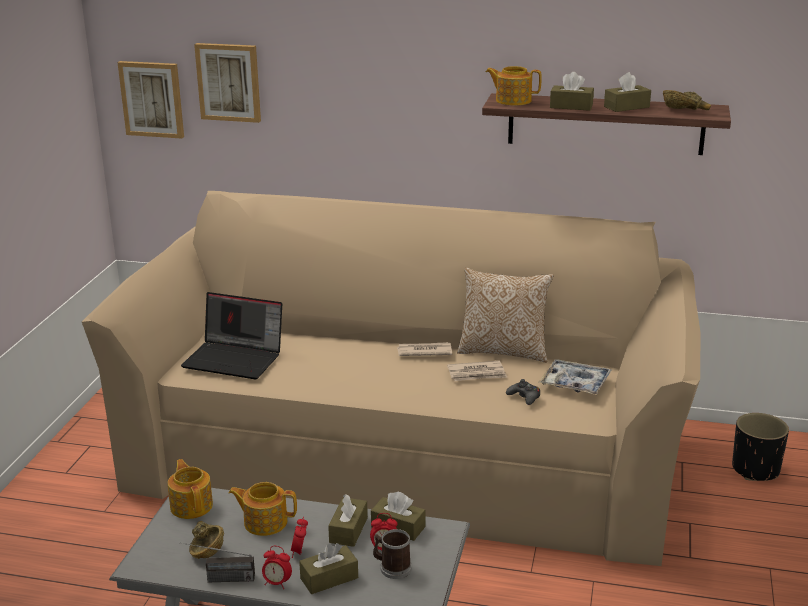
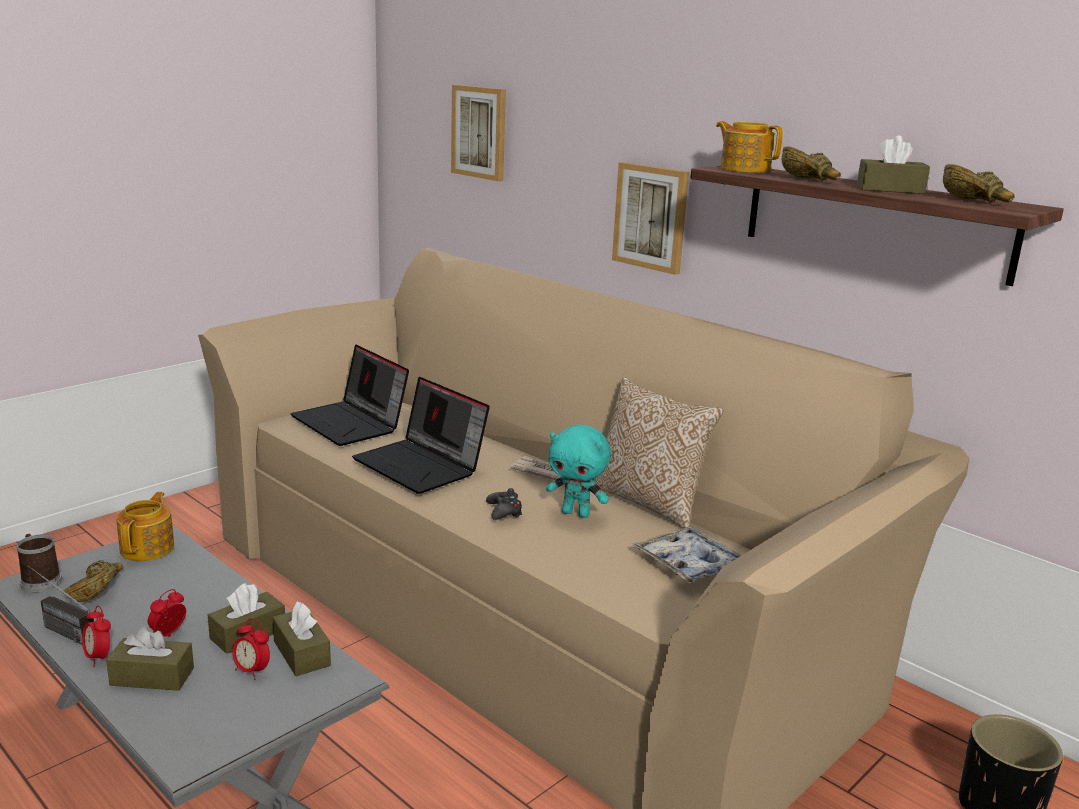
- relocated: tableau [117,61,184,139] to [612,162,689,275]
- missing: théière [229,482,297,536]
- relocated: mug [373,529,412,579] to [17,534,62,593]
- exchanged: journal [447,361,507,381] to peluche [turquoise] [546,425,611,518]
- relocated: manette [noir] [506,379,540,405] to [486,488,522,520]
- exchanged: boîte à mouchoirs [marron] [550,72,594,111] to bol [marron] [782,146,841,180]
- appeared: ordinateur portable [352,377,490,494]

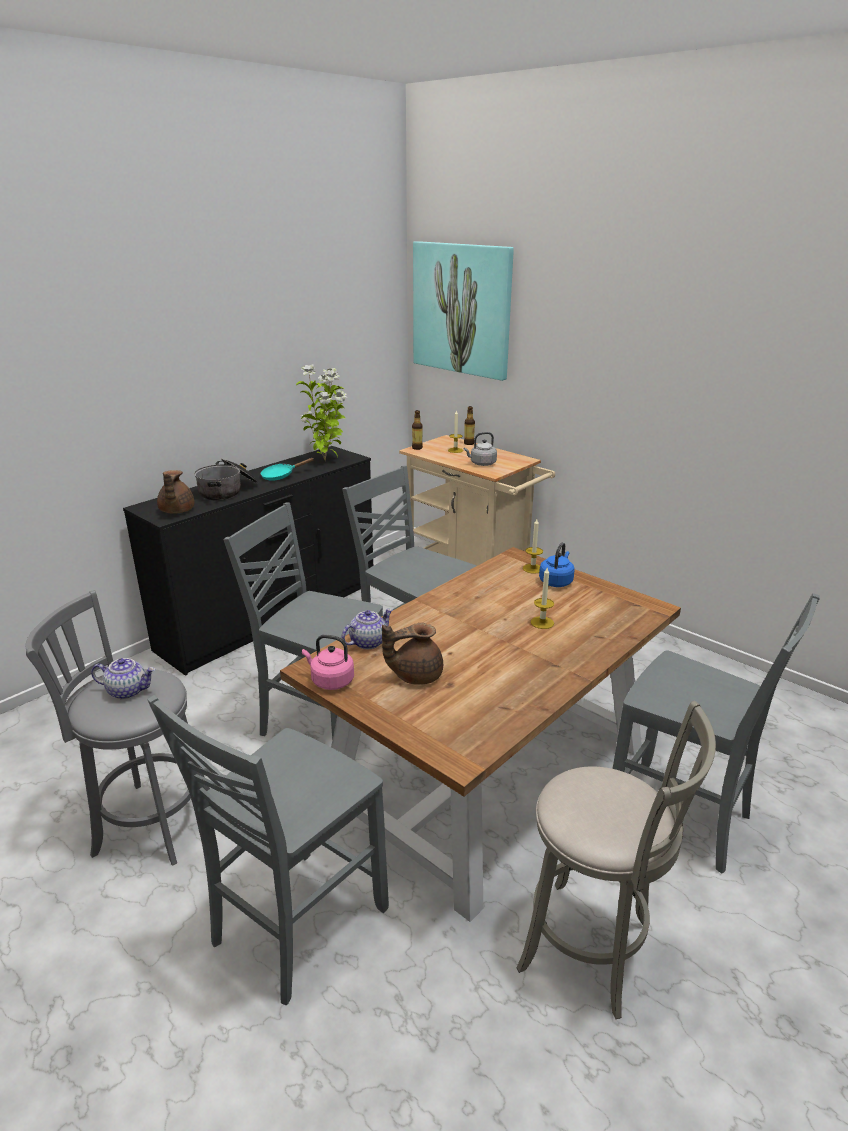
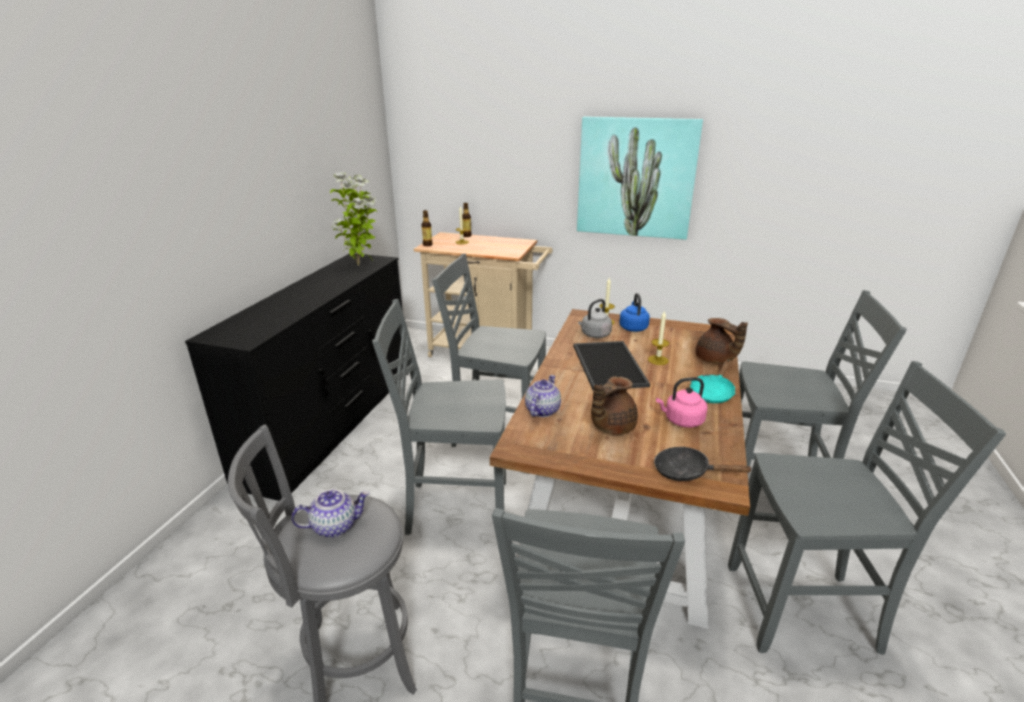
- relocated: théière [marron] [157,470,195,514] to [695,318,748,364]
- missing: marmite [194,459,258,500]
- relocated: poêle [turquoise] [260,458,313,481] to [690,360,735,403]
- relocated: bouilloire [rose] [302,634,354,690] to [656,377,708,428]
- relocated: tableau [413,241,514,381] to [577,117,703,240]
- relocated: bouilloire [gris] [464,432,497,466] to [578,299,612,338]
- exchanged: tabouret [gris] [517,701,716,1019] to chaise [gris] [728,361,1006,655]
- appeared: plateau [573,341,650,390]
- appeared: poêle [noir] [654,446,753,481]

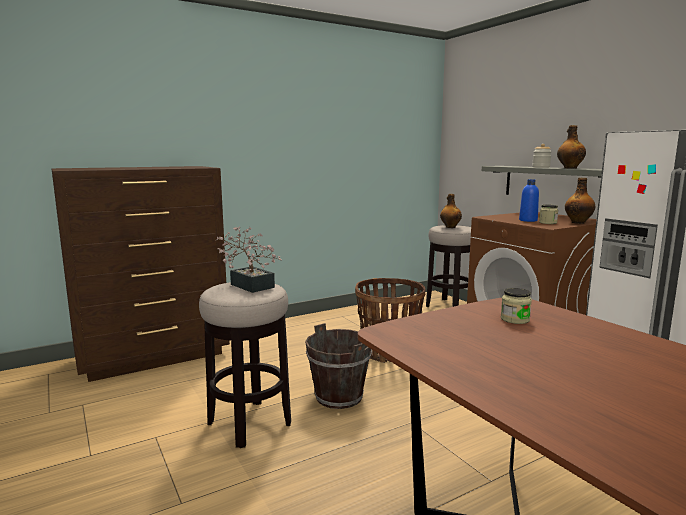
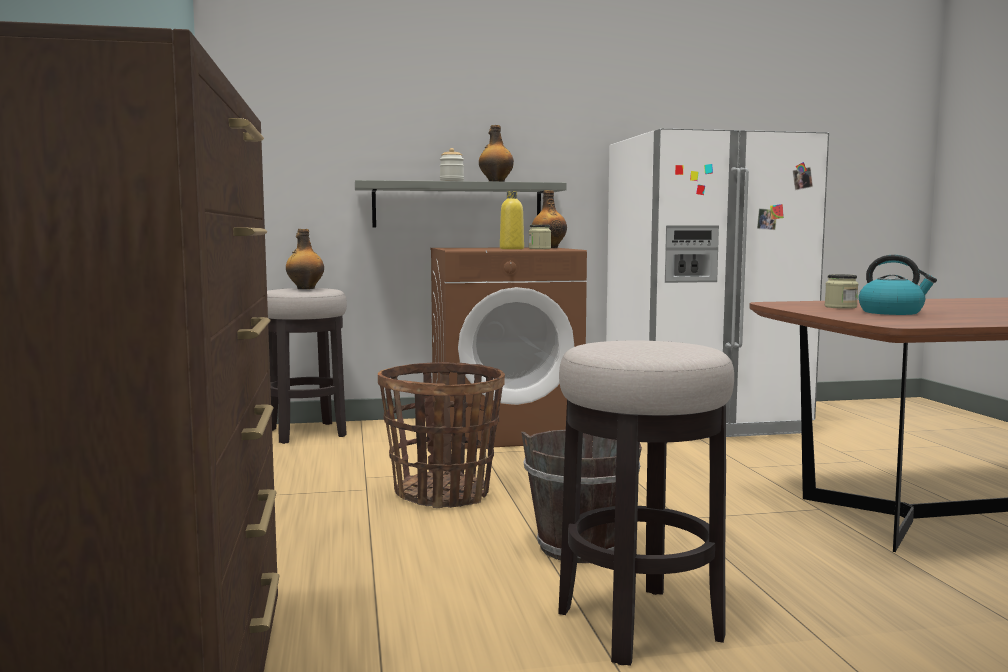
- missing: plante en pot [216,226,282,293]
- colour: bouteille [bleu] [519,179,539,222] to bouteille [jaune] [500,191,524,249]
- appeared: bouilloire [859,255,937,315]

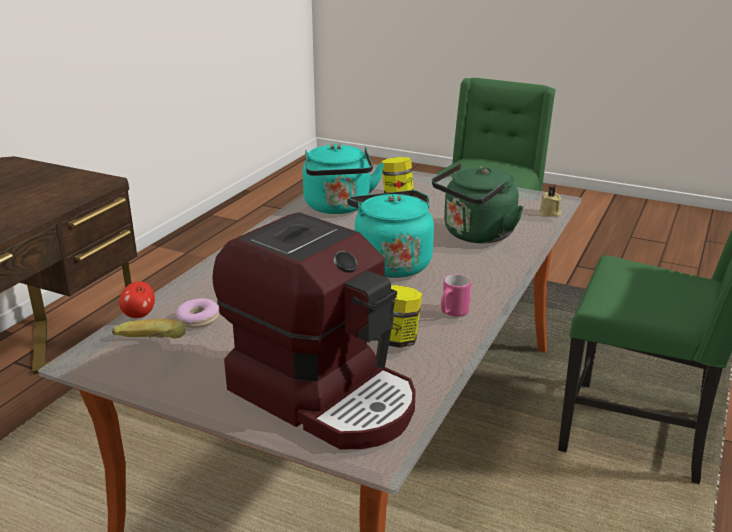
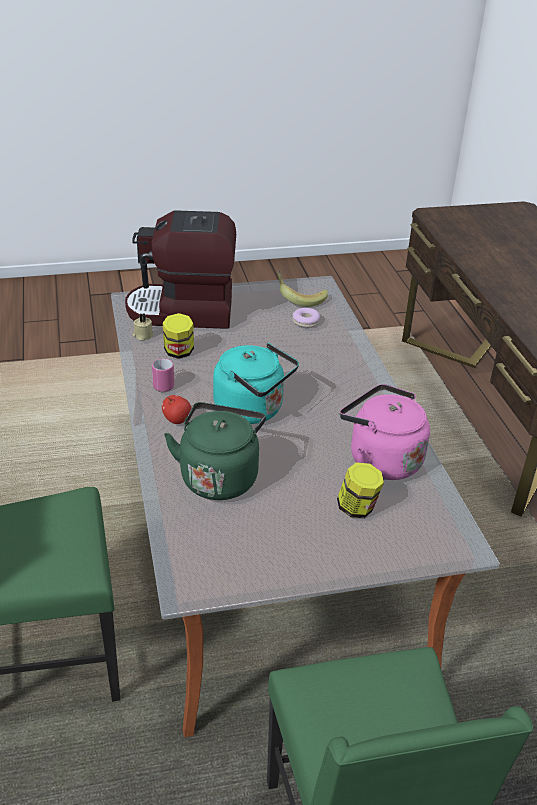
- relocated: pomme [119,281,155,318] to [162,395,192,424]
- colour: bouilloire [turquoise] [303,143,384,214] to bouilloire [rose] [340,384,430,480]
- relocated: bougie [beige] [539,186,561,217] to [132,313,153,340]

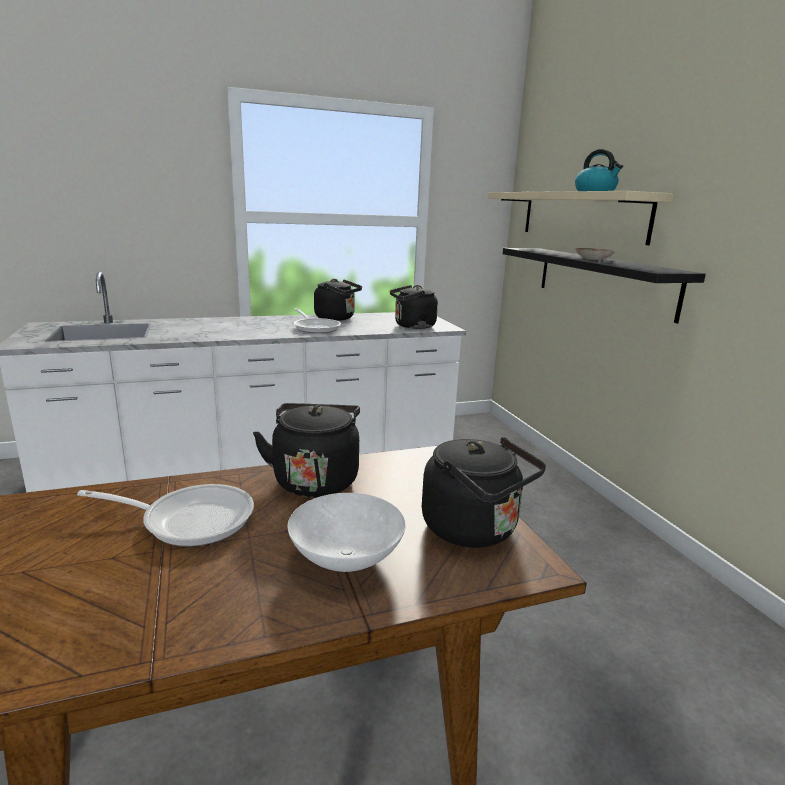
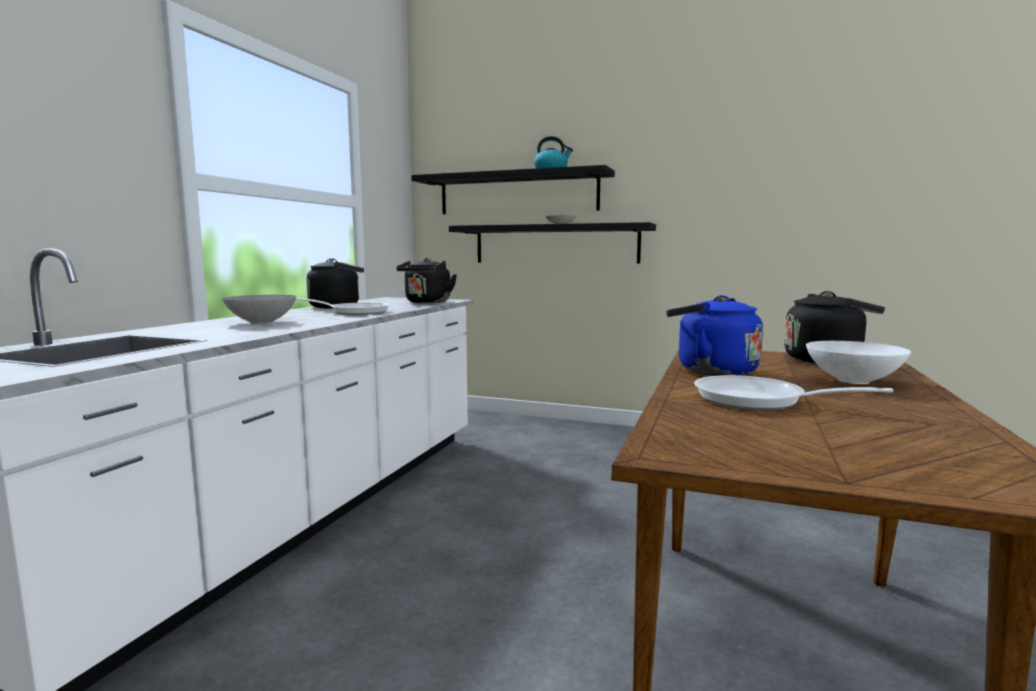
- spun: poêle [77,484,254,546] = [694,375,893,410] 105 degrees counterclockwise
- colour: bouilloire [noir] [253,403,360,497] to bouilloire [bleu] [666,295,763,376]
- colour: étagère [beige] [488,191,674,245] to étagère [noir] [411,165,615,214]
- appeared: bol [gris] [222,295,296,324]

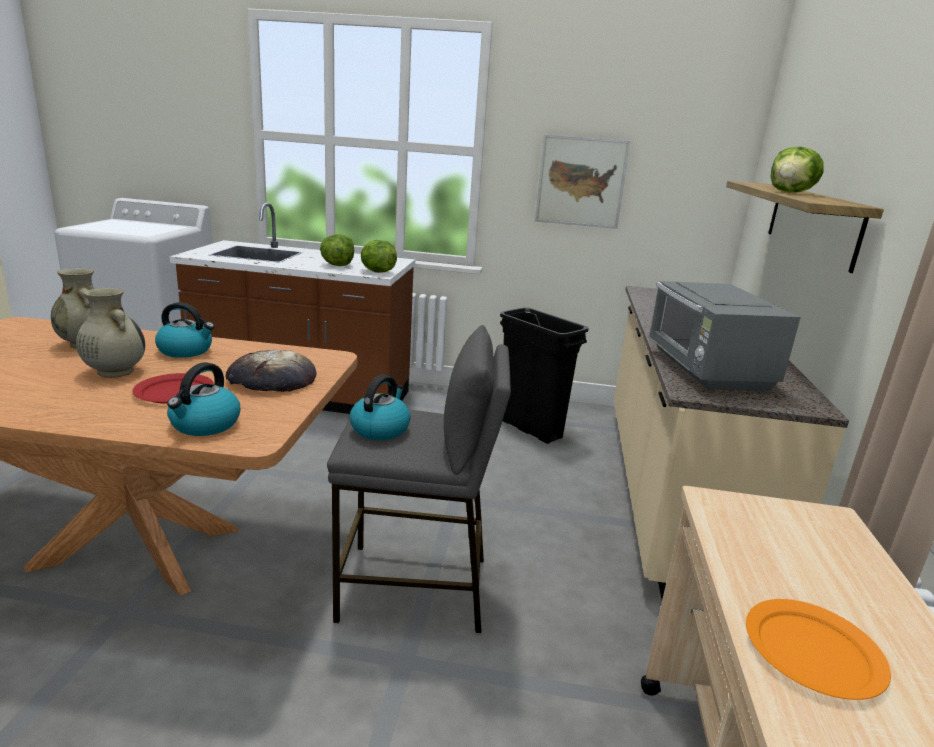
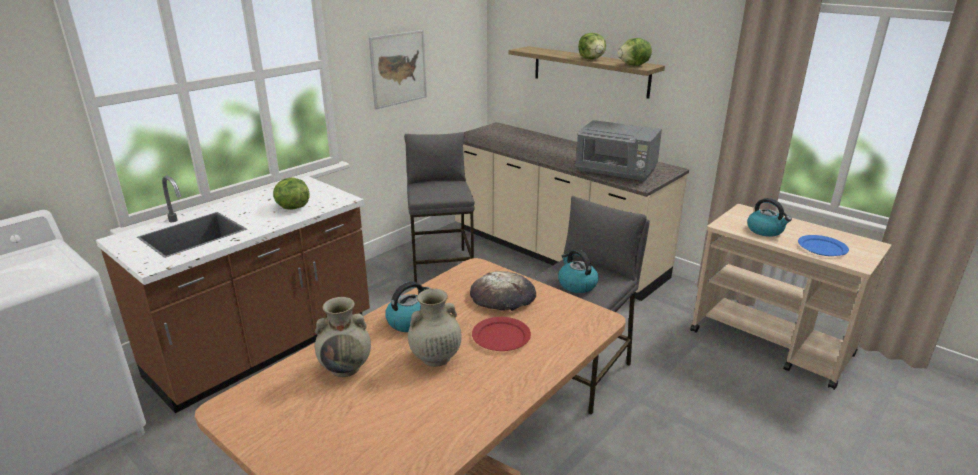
- relocated: bouilloire [167,362,240,436] to [747,198,792,237]
- relocated: laitue [361,240,397,273] to [617,38,652,66]
- exchanged: poubelle [noir] [500,308,589,444] to tabouret [gris] [404,132,475,282]
- colour: assiette [orange] [746,599,891,700] to assiette [bleu] [798,235,849,256]

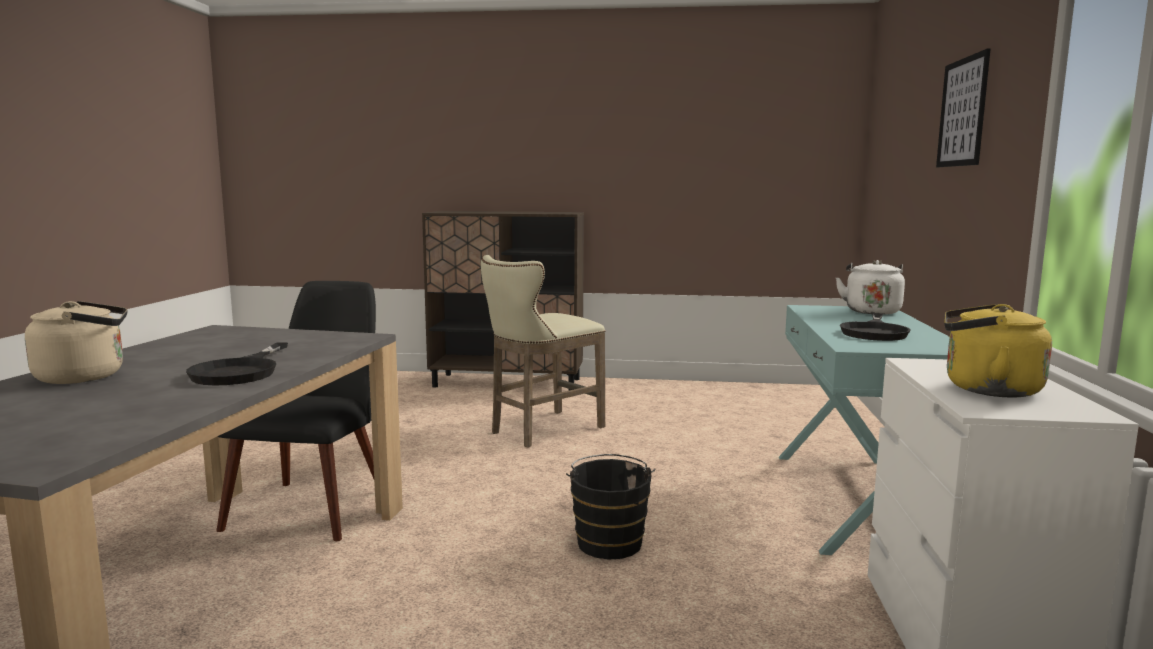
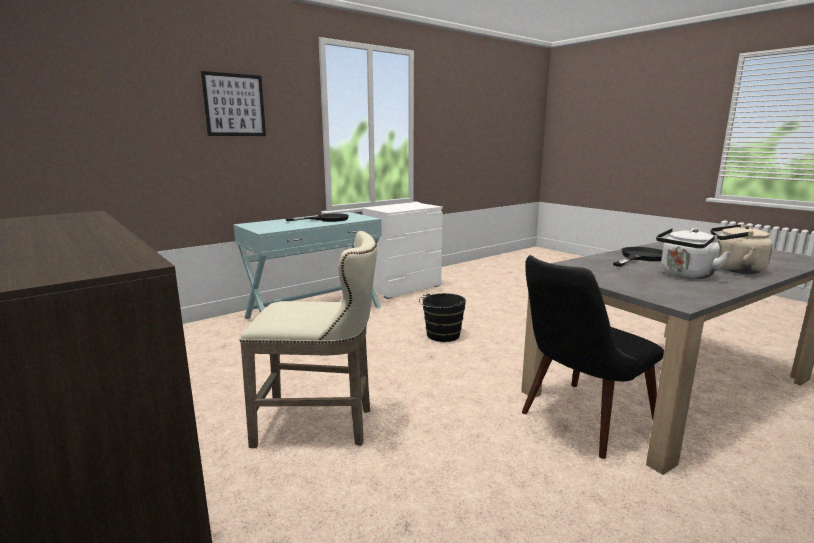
- relocated: bouilloire [blanc] [836,260,905,315] to [656,228,730,279]
- missing: bouilloire [jaune] [944,304,1052,398]

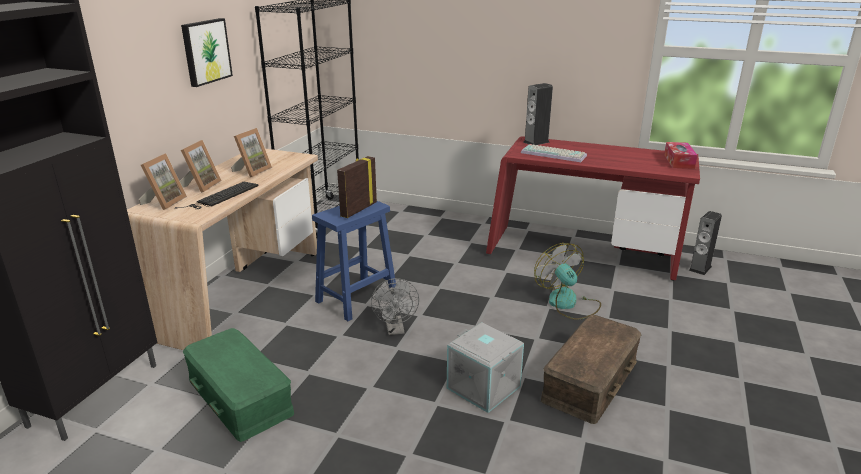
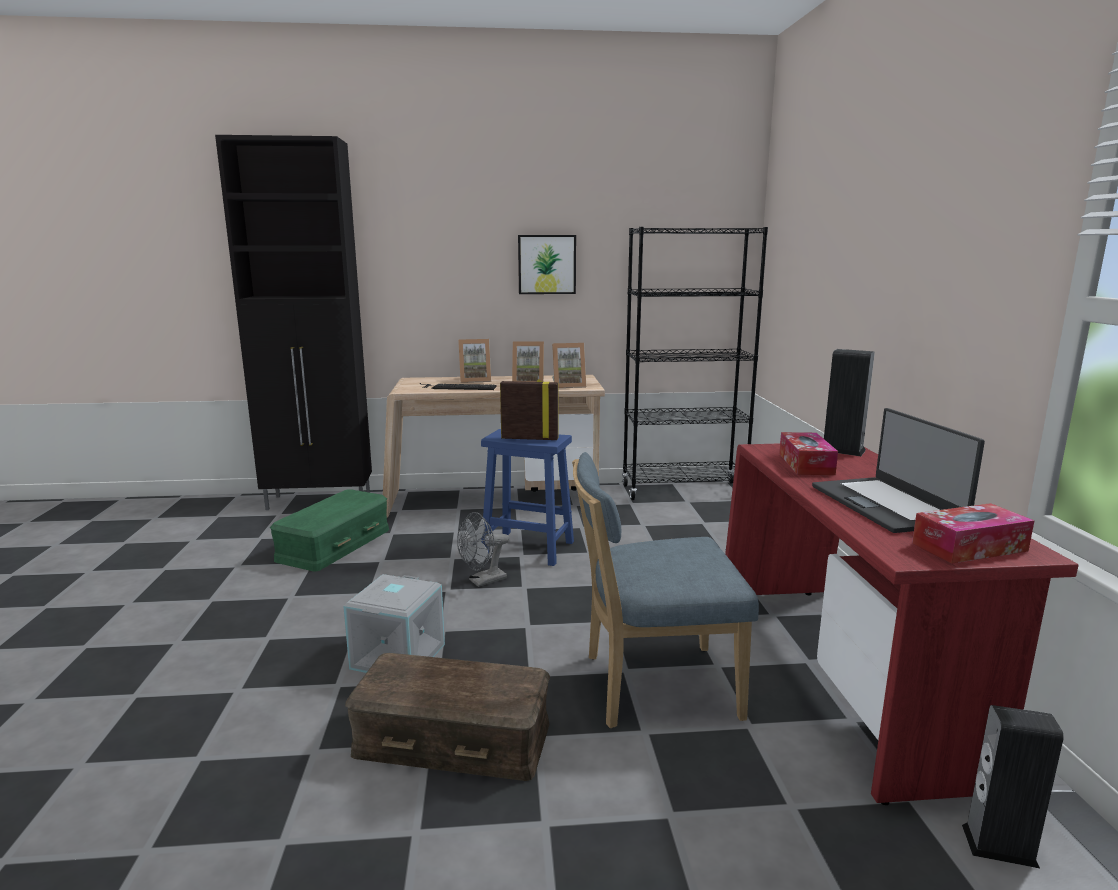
- relocated: cadre photo [139,153,187,210] to [552,343,586,388]
- exchanged: clavier [521,144,587,162] to boîte à mouchoirs [779,432,838,475]
- exchanged: ventilateur [534,243,601,320] to chaise [bleu] [572,452,759,728]
- appeared: ordinateur portable [812,408,985,533]

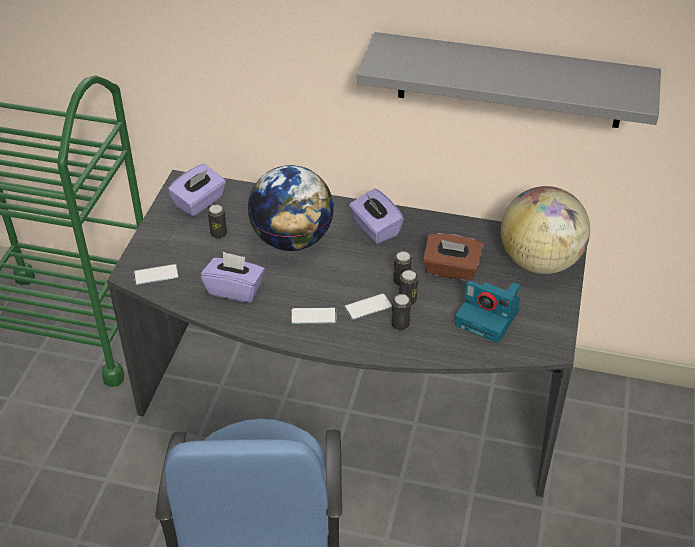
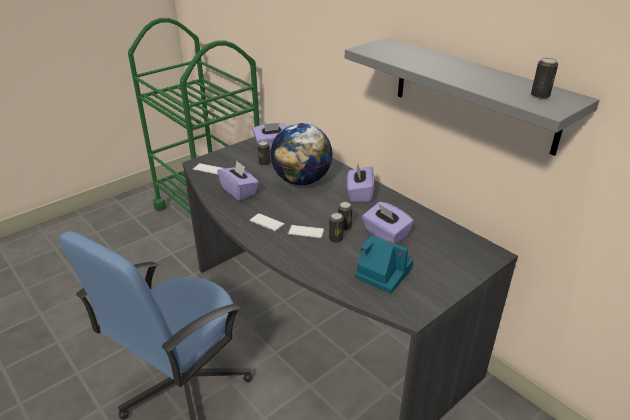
- relocated: boîte métallique [392,294,411,330] to [531,58,558,99]
- colour: boîte à mouchoirs [marron] [423,233,483,281] to boîte à mouchoirs [violet] [362,202,414,244]
- spun: appareil photo [455,281,520,343] = [355,235,413,294] 150 degrees clockwise
- missing: globe [501,186,590,274]

